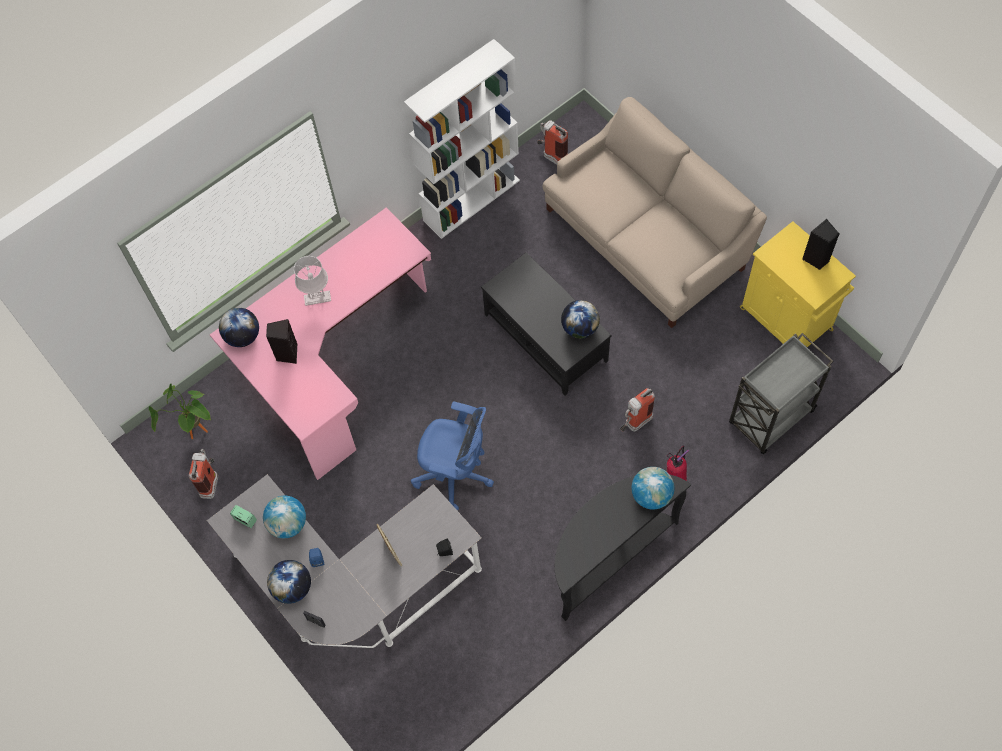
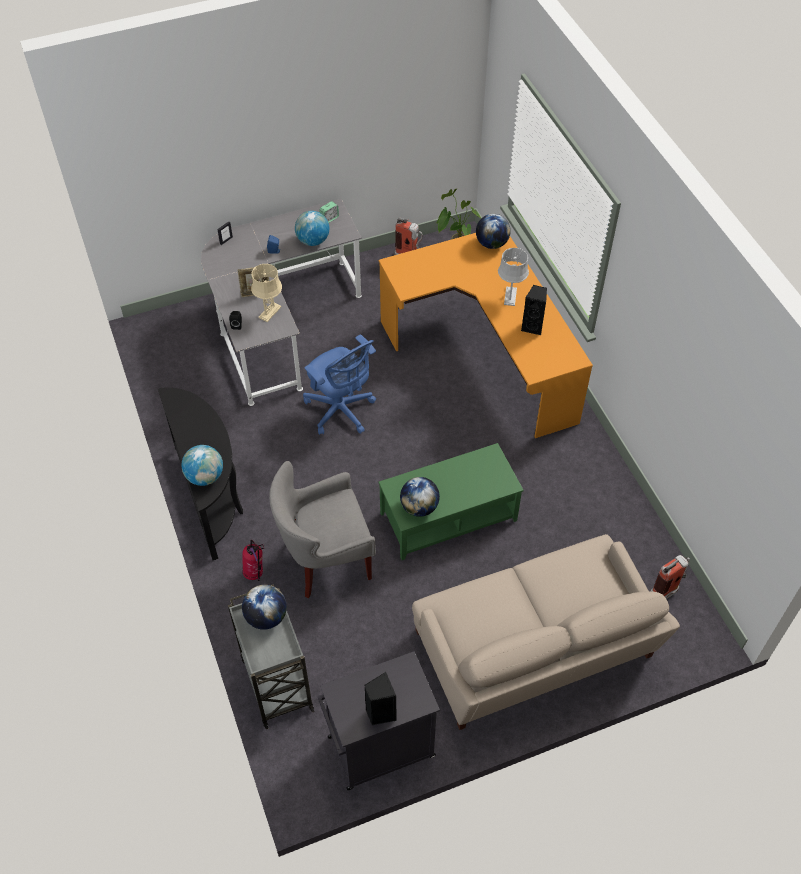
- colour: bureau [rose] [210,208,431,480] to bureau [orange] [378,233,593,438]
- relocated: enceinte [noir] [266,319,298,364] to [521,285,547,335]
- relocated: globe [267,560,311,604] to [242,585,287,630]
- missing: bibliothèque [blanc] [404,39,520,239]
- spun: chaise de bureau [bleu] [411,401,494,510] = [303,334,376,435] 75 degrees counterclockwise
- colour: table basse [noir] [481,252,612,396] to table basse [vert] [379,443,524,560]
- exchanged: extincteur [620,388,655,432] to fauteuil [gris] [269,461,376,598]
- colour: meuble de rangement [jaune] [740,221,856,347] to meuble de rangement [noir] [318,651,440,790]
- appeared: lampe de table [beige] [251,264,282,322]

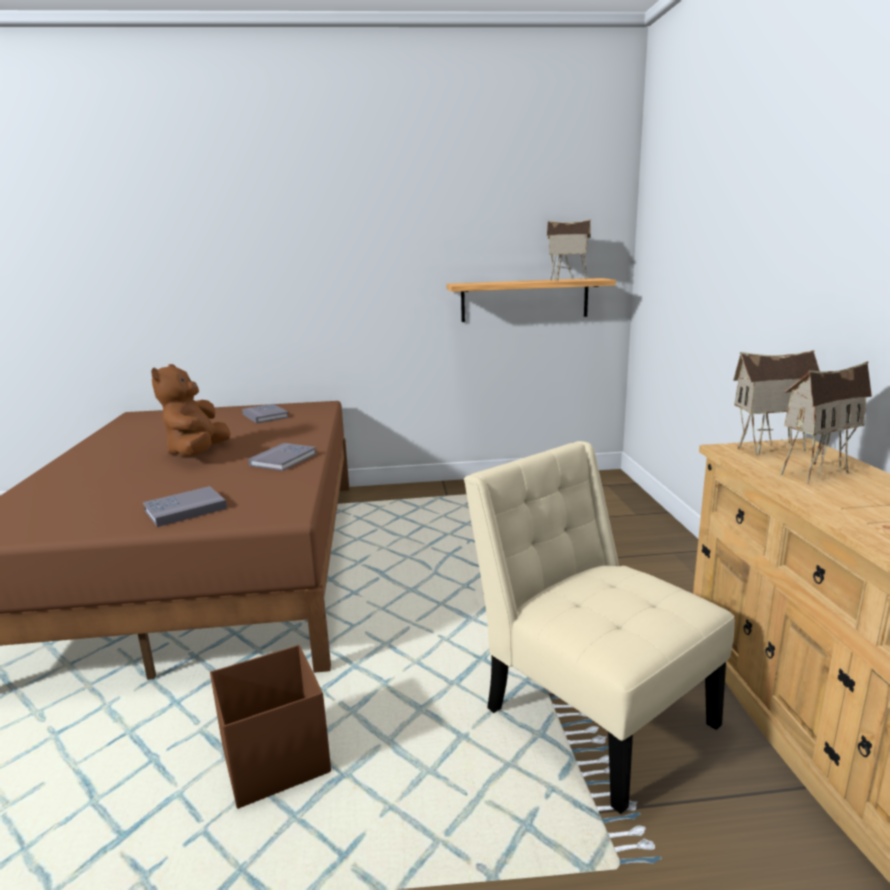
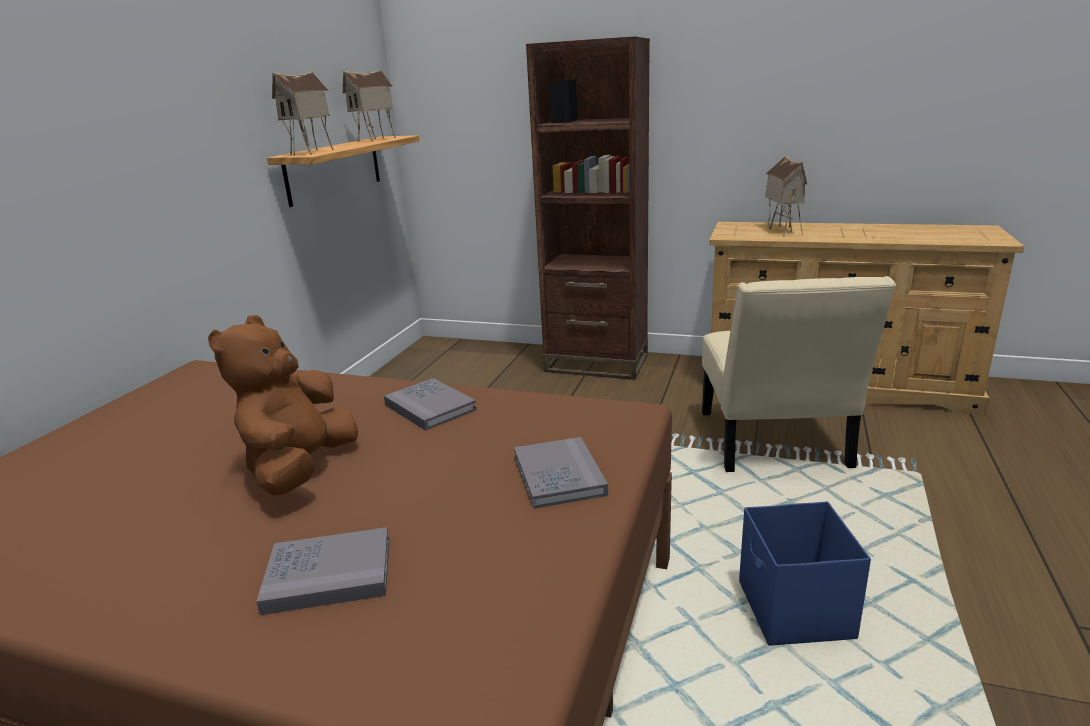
- spun: peluche [marron] [151,364,231,456] = [208,315,358,495] 75 degrees clockwise
- colour: boîte de rangement [marron] [210,645,331,809] to boîte de rangement [bleu] [739,501,871,646]
- relocated: livre [gris] [242,404,289,423] to [256,527,389,615]
- spun: chaise [beige] [464,441,735,814] = [702,276,896,472] 75 degrees counterclockwise
- relocated: maison miniature [733,350,820,455] to [272,71,334,156]
- appeared: bibliothèque [marron] [526,36,650,380]

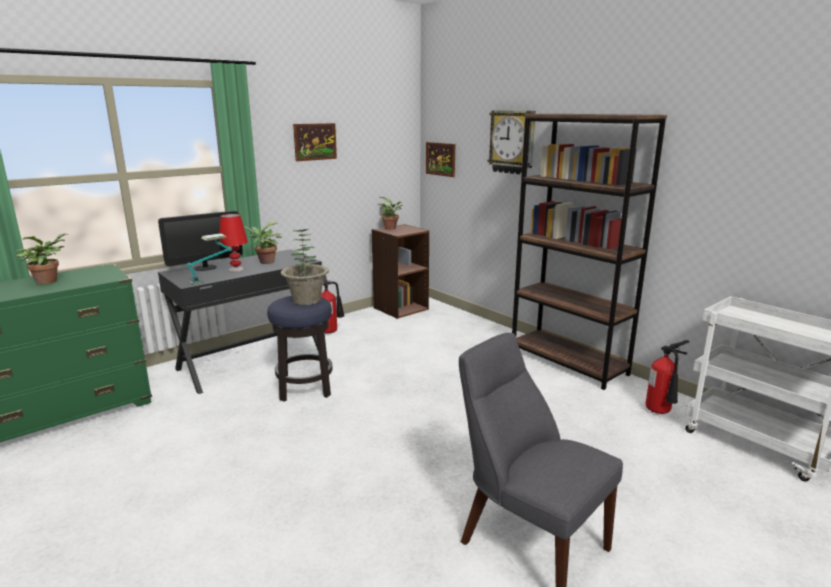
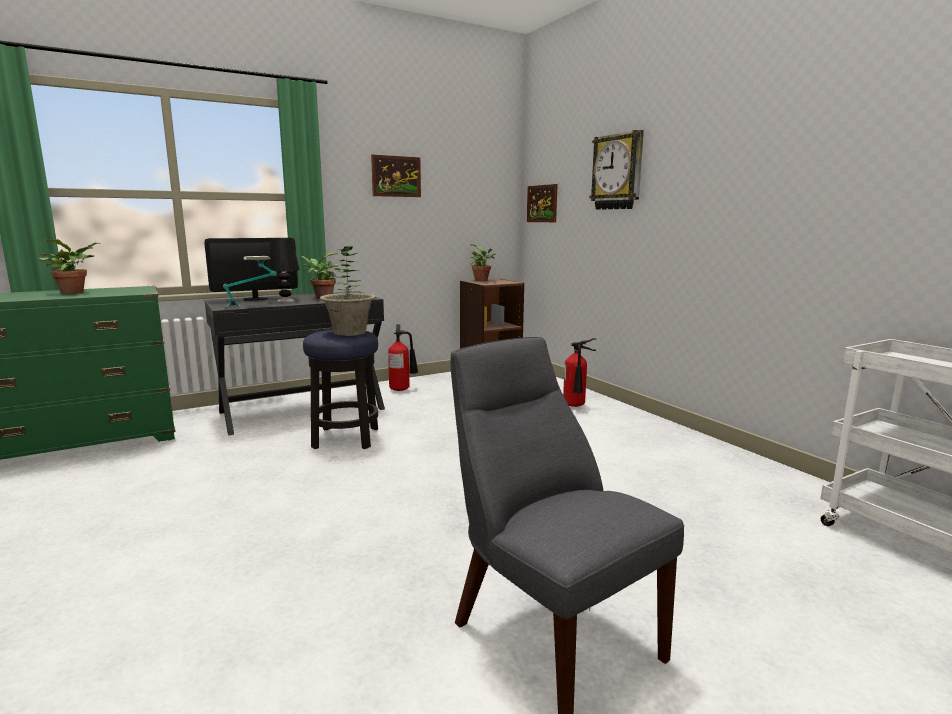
- colour: lampe de table [rouge] [219,214,248,272] to lampe de table [noir] [267,238,300,302]
- missing: bibliothèque [marron] [512,114,667,390]
- relocated: extincteur [645,340,689,414] to [563,338,596,407]

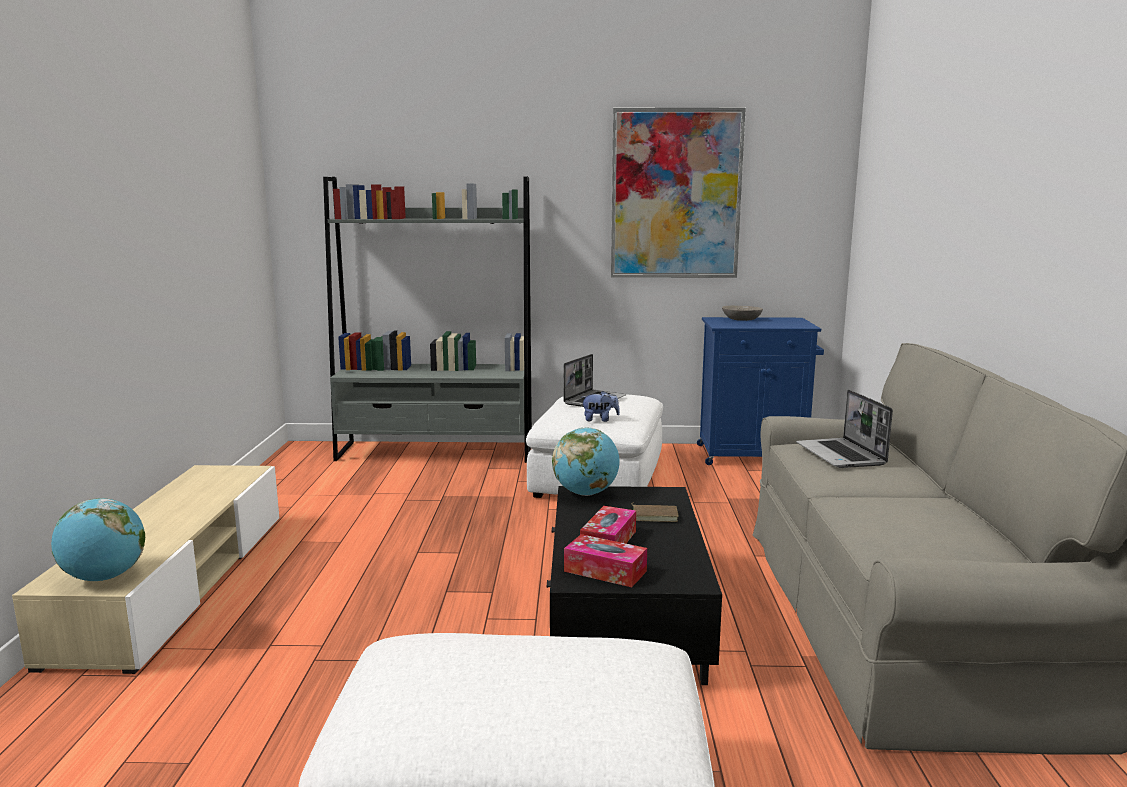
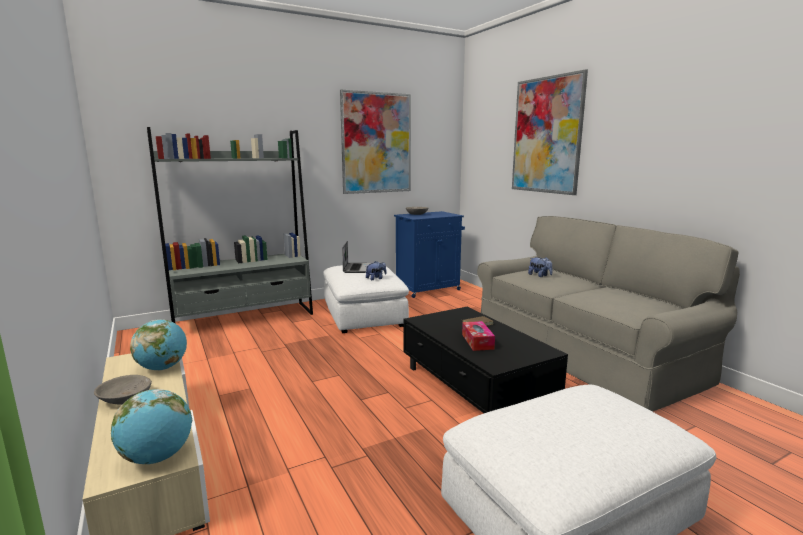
- relocated: globe [552,427,620,496] to [130,319,187,370]
- missing: boîte à mouchoirs [564,534,647,587]
- exchanged: ordinateur portable [796,390,893,468] to peluche [528,257,552,277]
- appeared: bol [gris] [94,375,152,404]
- appeared: tableau [512,69,588,195]

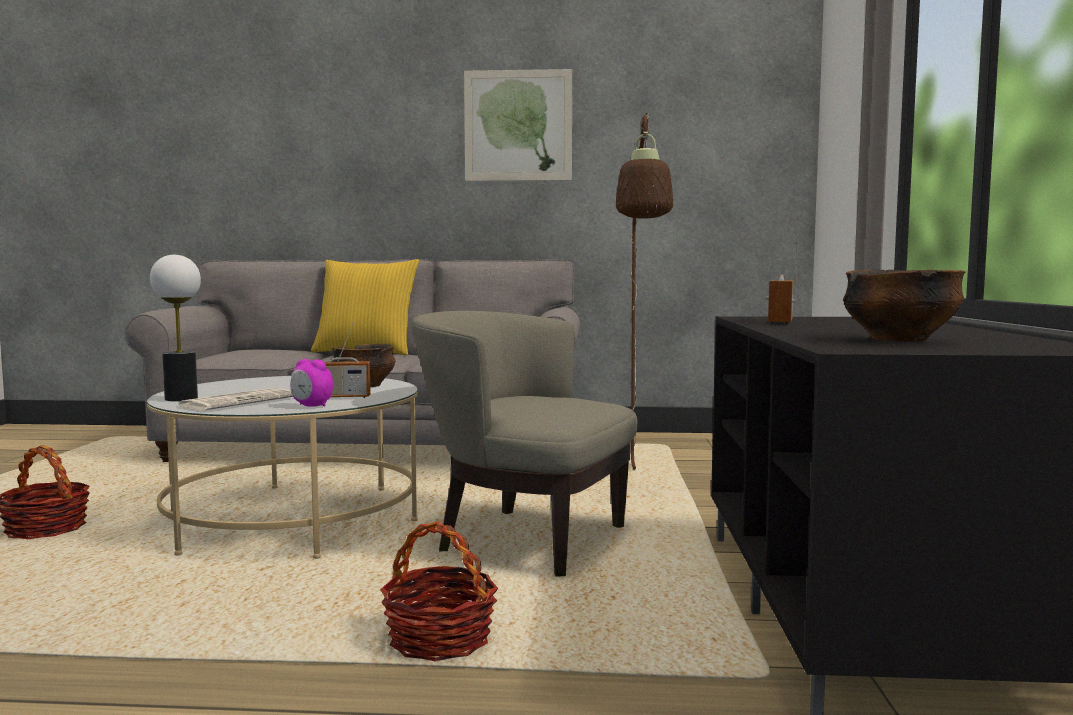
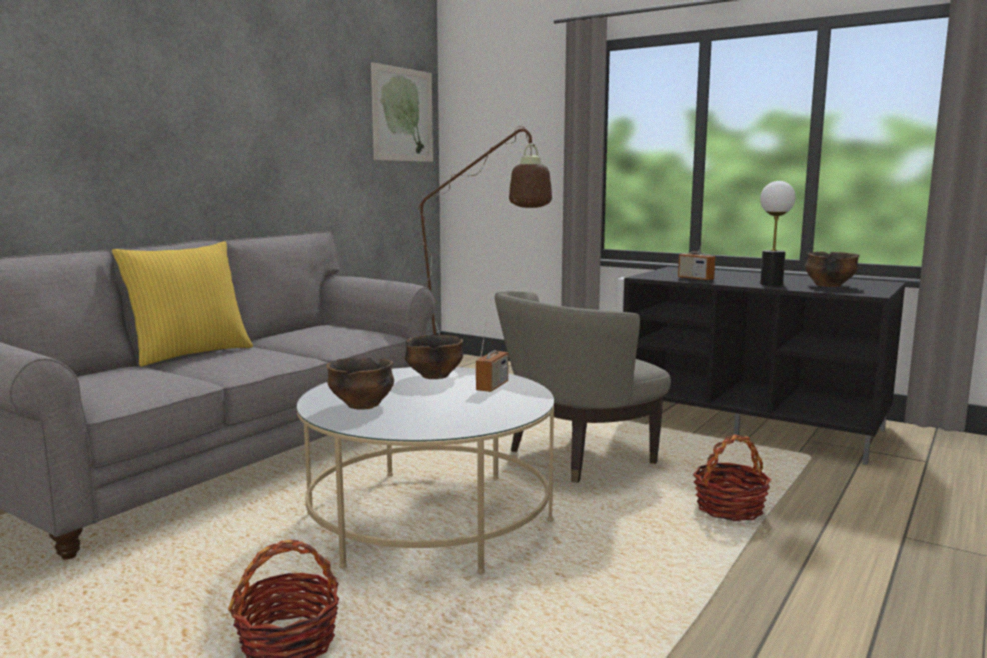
- relocated: lampe de table [150,255,201,401] to [760,181,796,286]
- missing: journal [178,388,293,411]
- missing: réveil [290,359,333,407]
- relocated: tableau [464,69,572,181] to [371,62,433,162]
- appeared: bol [326,358,394,410]

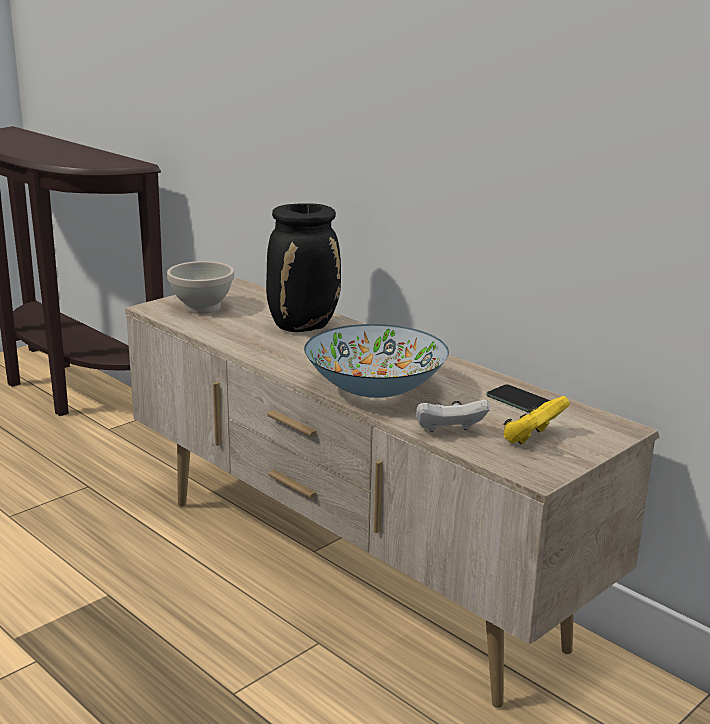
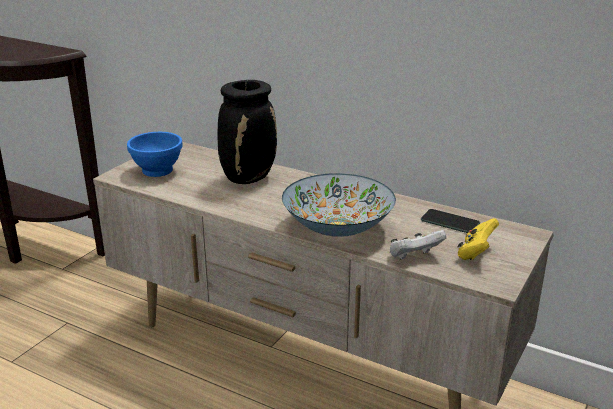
- colour: bol [blanc] [167,261,234,314] to bol [bleu] [127,132,183,177]

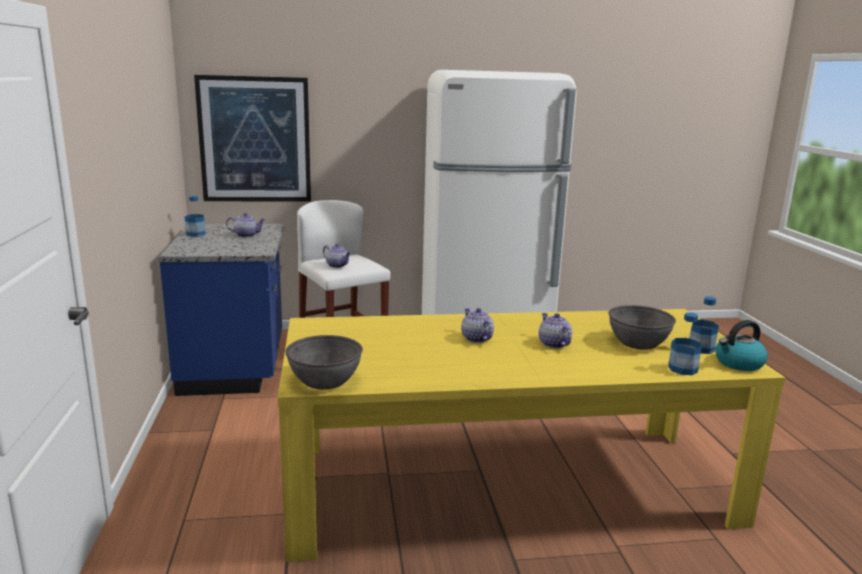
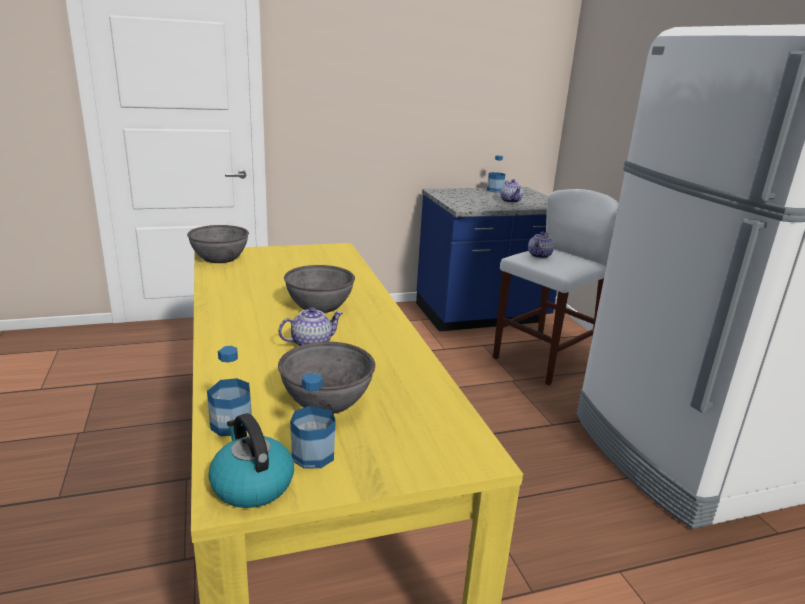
- missing: tableau [194,75,311,201]
- exchanged: théière [461,308,494,343] to bol [gris] [284,265,355,313]

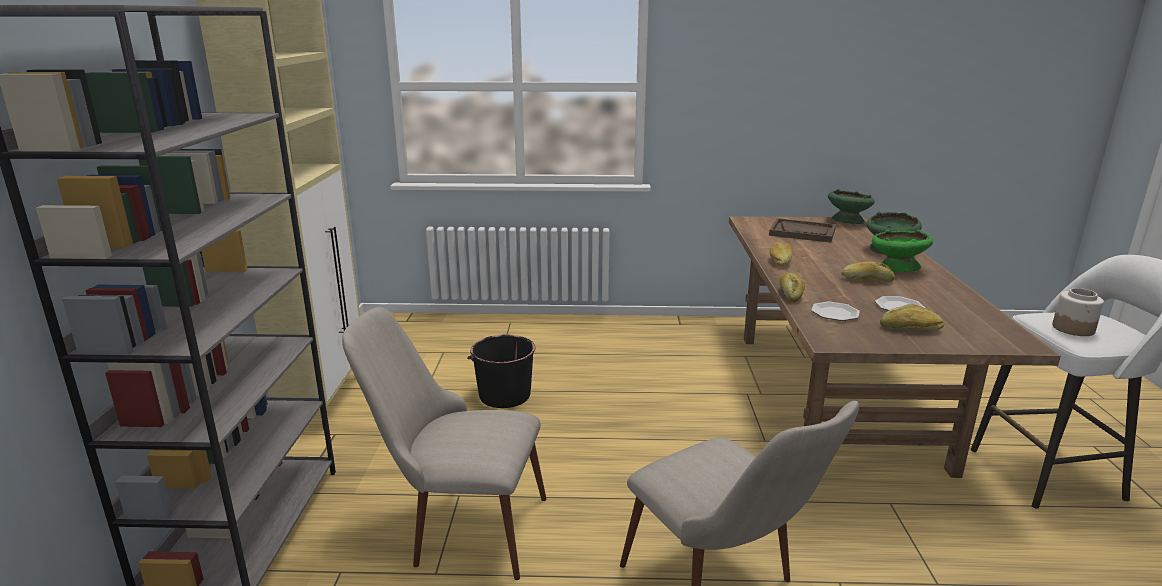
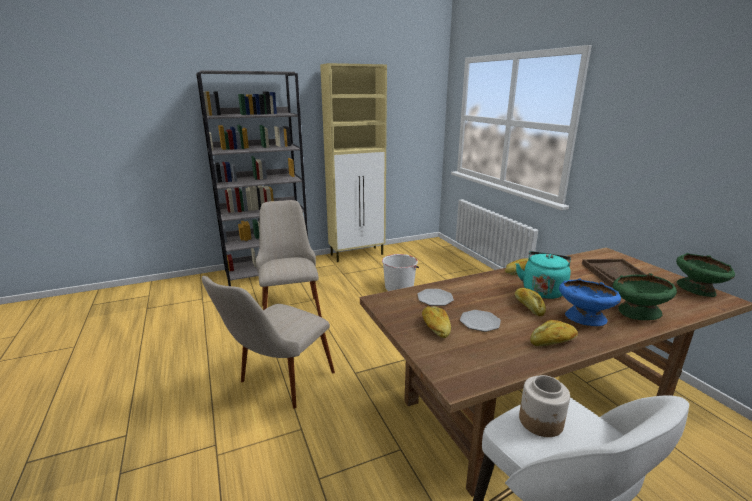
- colour: seau [noir] [467,335,535,408] to seau [blanc] [382,254,419,291]
- relocated: pain [779,273,805,302] to [530,320,578,346]
- colour: bol [vert] [872,229,933,272] to bol [bleu] [559,278,621,326]
- appeared: bouilloire [turquoise] [516,251,571,299]

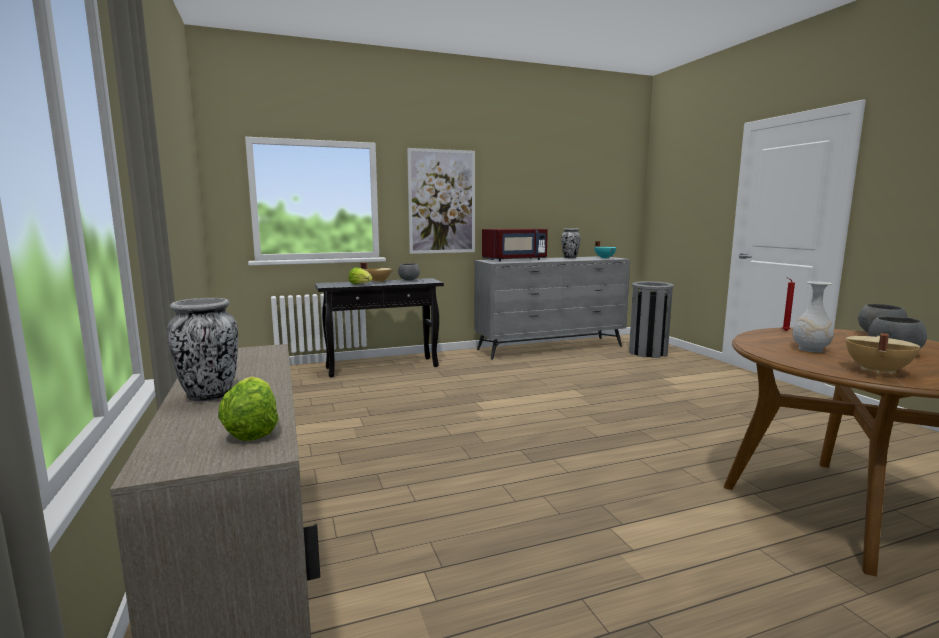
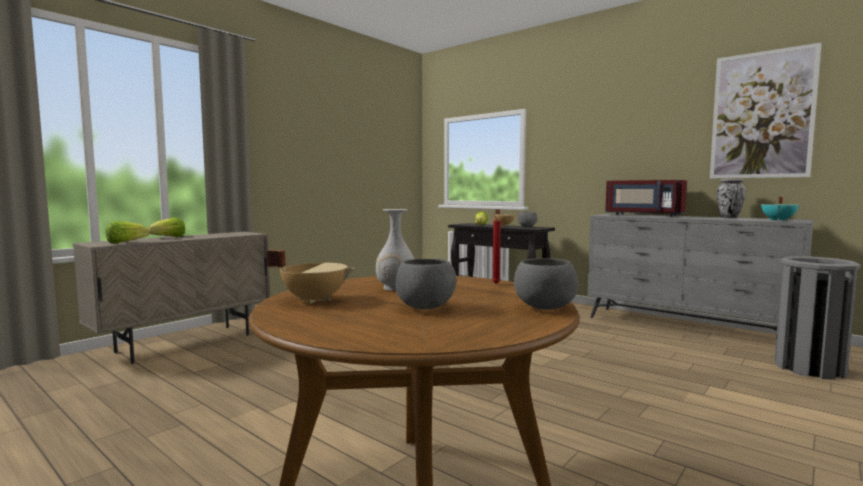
- exchanged: vase [167,298,238,402] to laitue [148,218,185,237]
- relocated: tableau [407,148,475,254] to [710,42,822,179]

